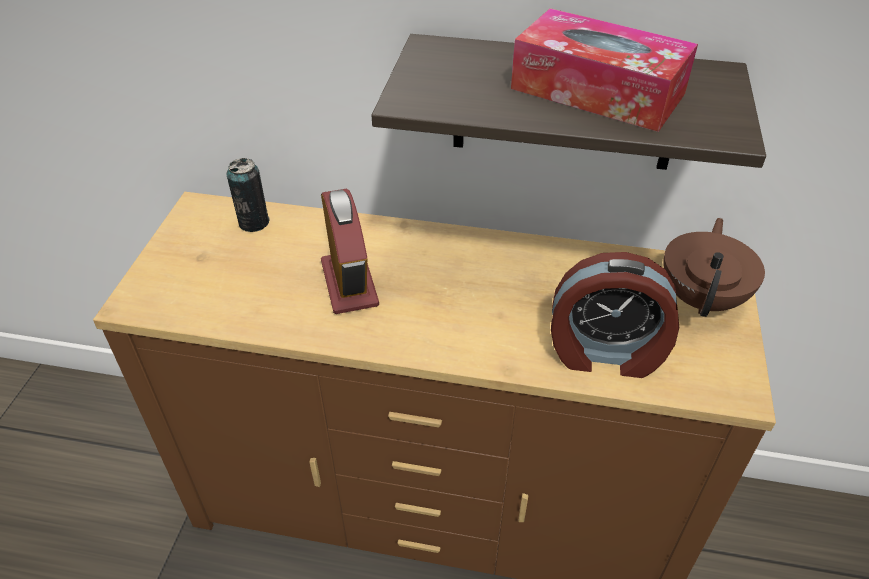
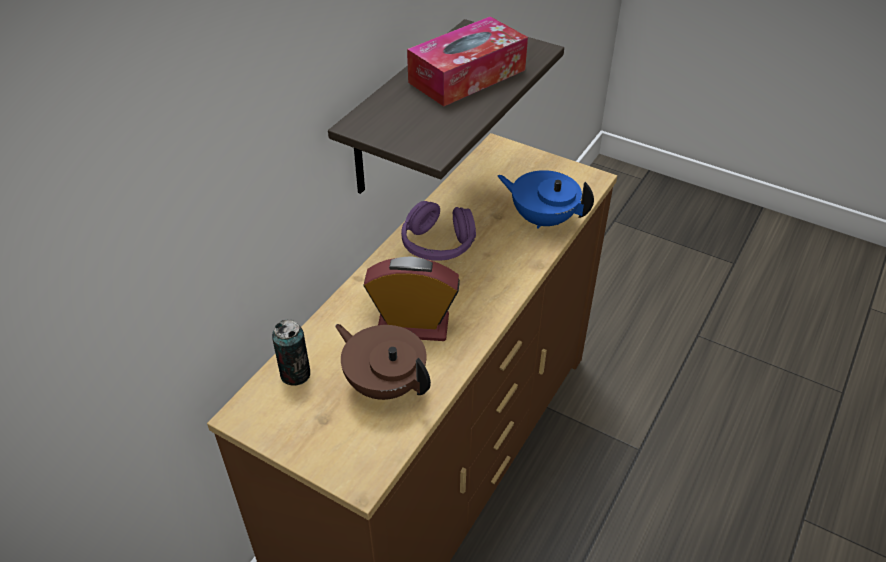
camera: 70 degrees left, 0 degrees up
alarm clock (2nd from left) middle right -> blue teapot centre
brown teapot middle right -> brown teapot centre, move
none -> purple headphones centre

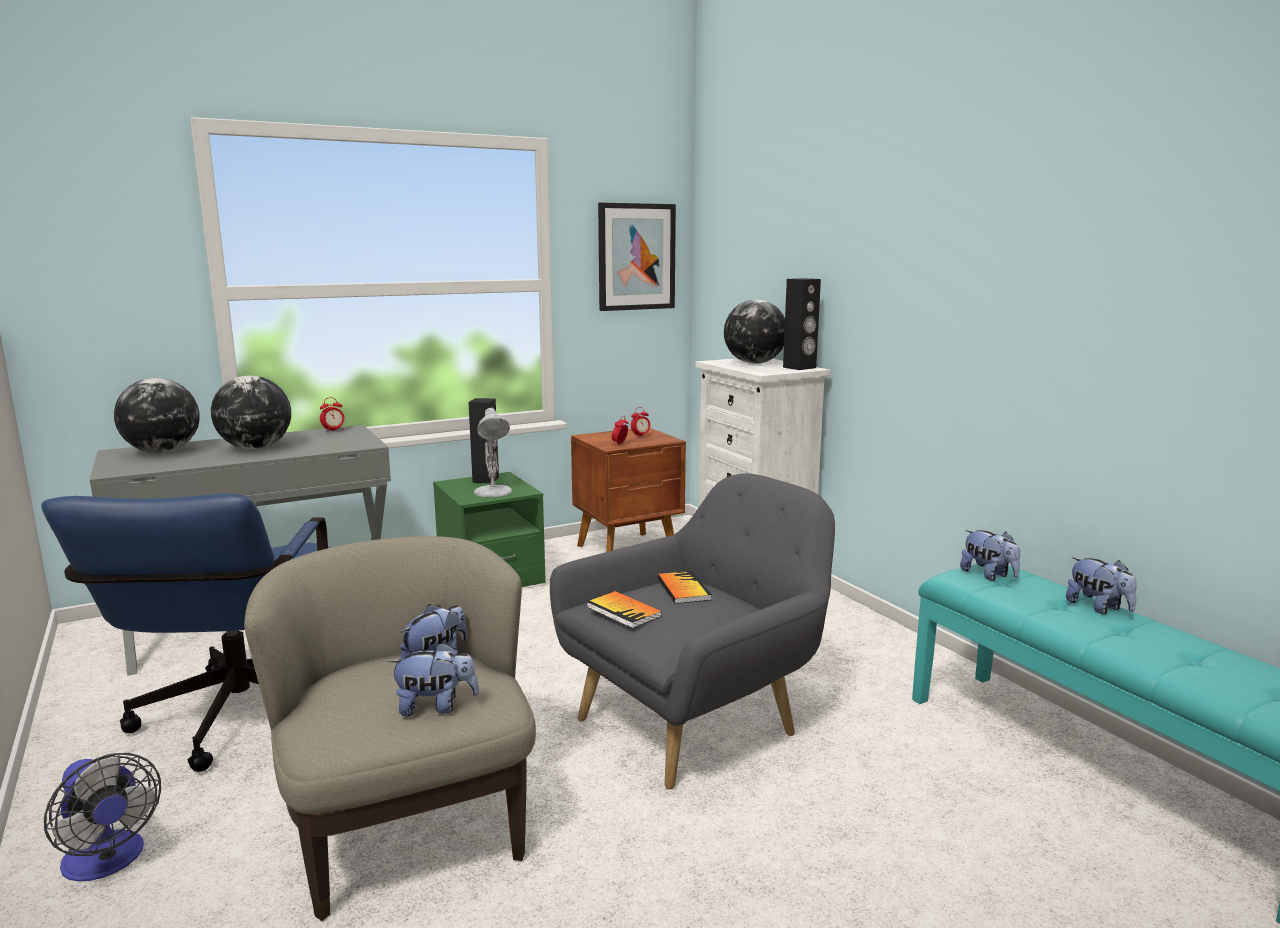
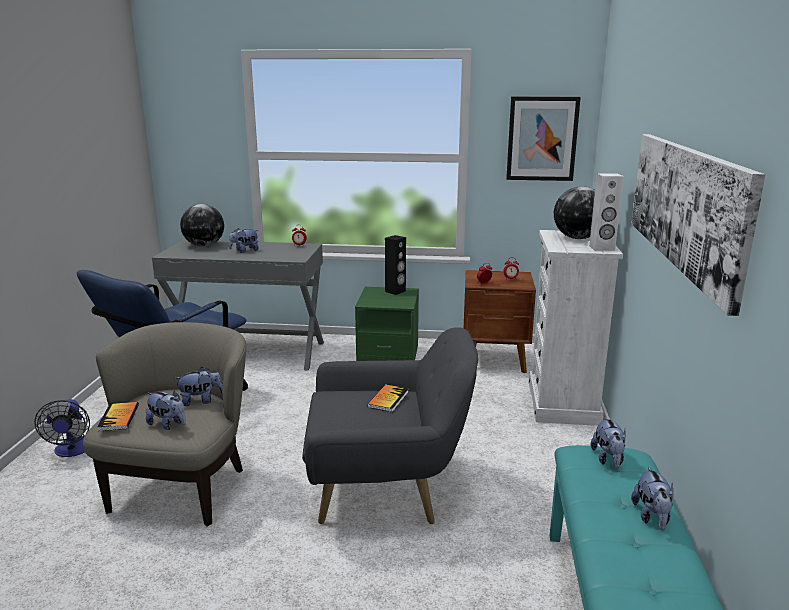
camera: 35 degrees right, 5 degrees up
globe (2nd from left) middle left -> plush toy (3rd from left) middle left
white table lamp centre -> none
book (1st from left) centre -> book (1st from left) bottom left, move
black speaker (2nd from left) centre -> white speaker middle right
none -> picture (2nd from left) middle right

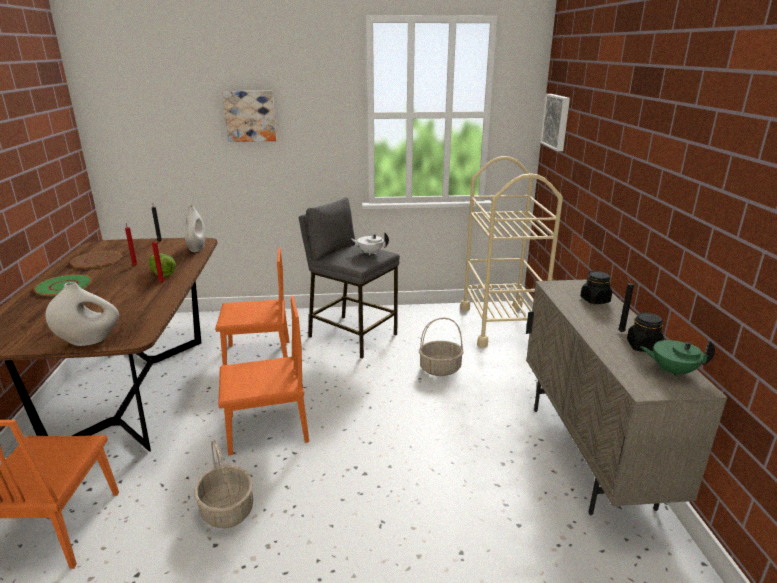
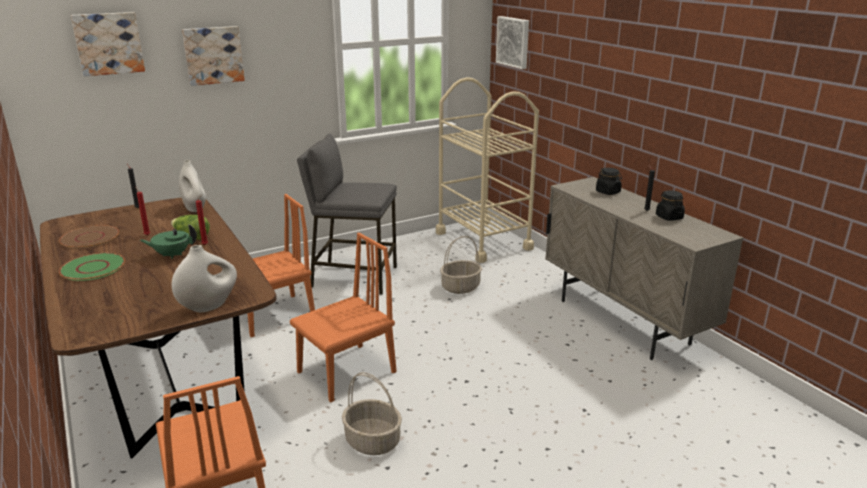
camera: 25 degrees left, 0 degrees up
white teapot centre -> none
green teapot middle right -> green teapot middle left, move
none -> picture (1st from left) top left

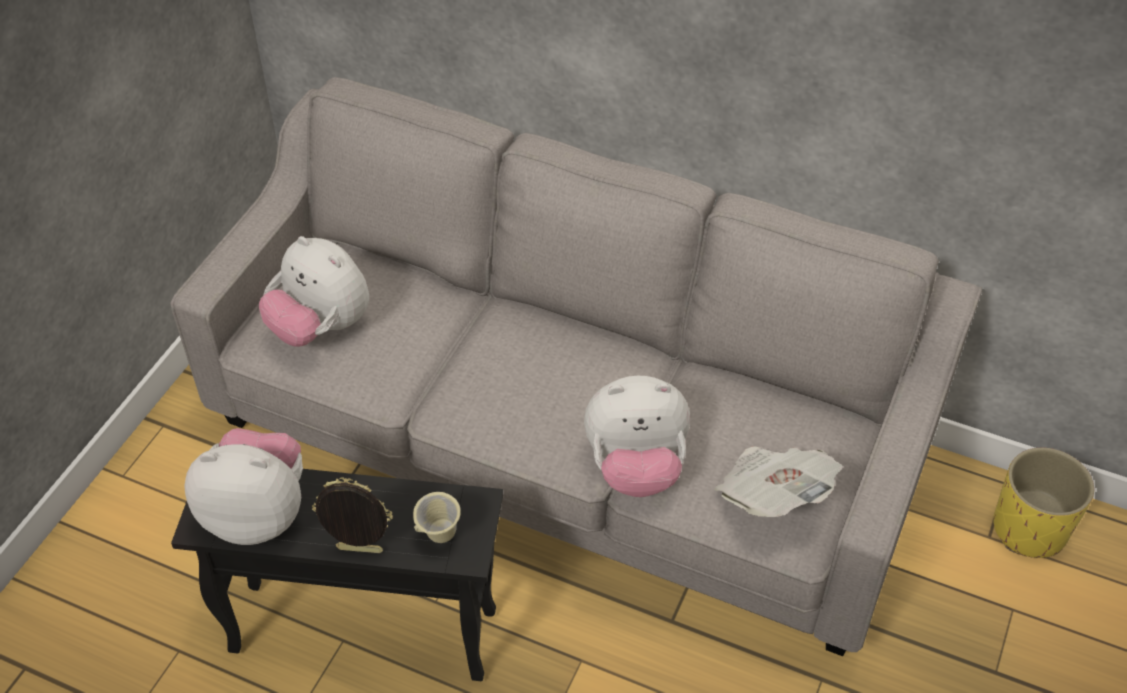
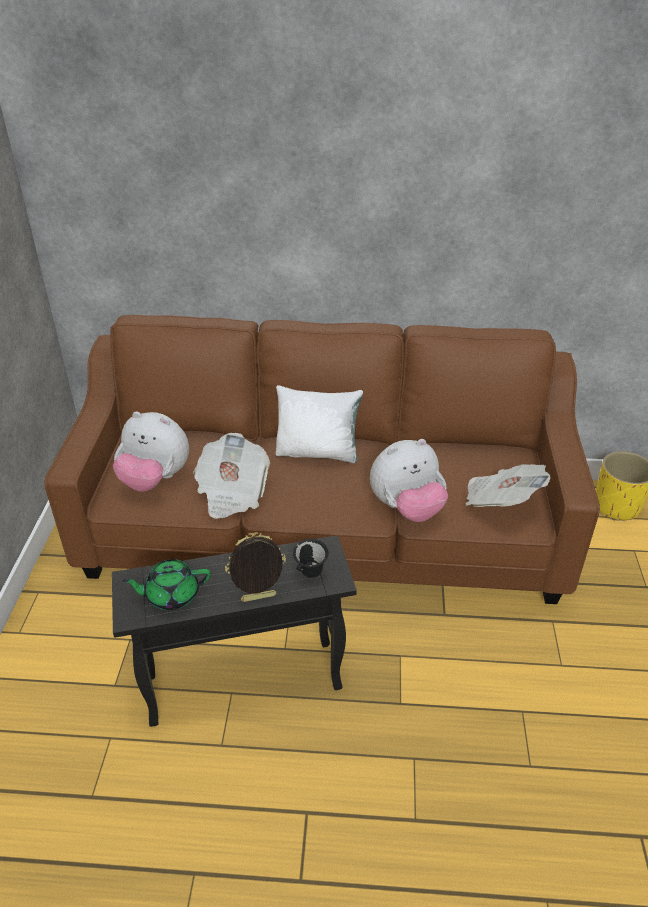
camera: 20 degrees left, 10 degrees down
grey sofa centre -> brown sofa centre
plush toy (1st from left) bottom left -> green teapot middle left
beige mug bottom centre -> black mug centre
none -> newspaper (1st from left) centre
none -> white pillow centre

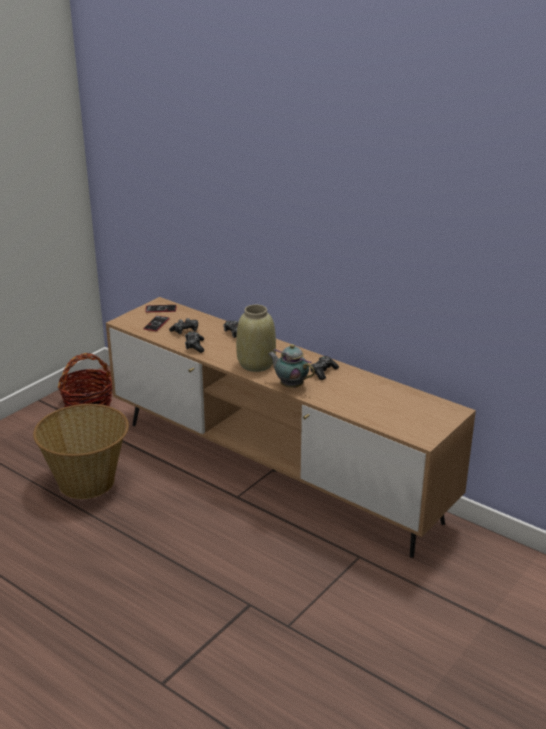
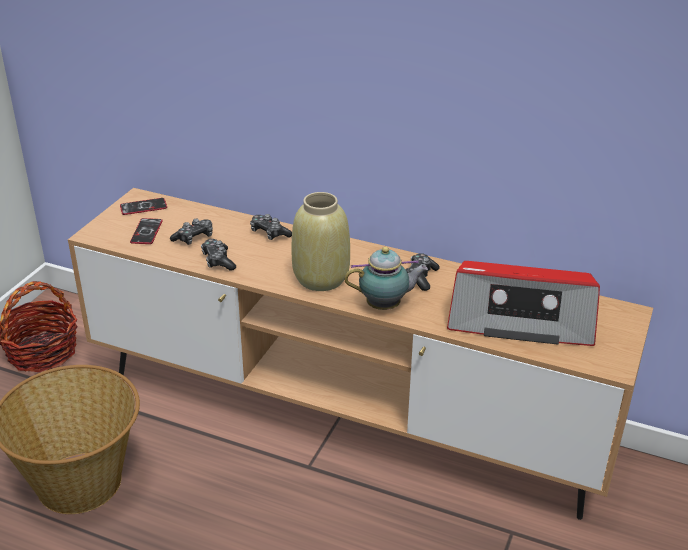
camera: 15 degrees left, 5 degrees up
teapot centre, 150 degrees clockwise
none -> radio middle right

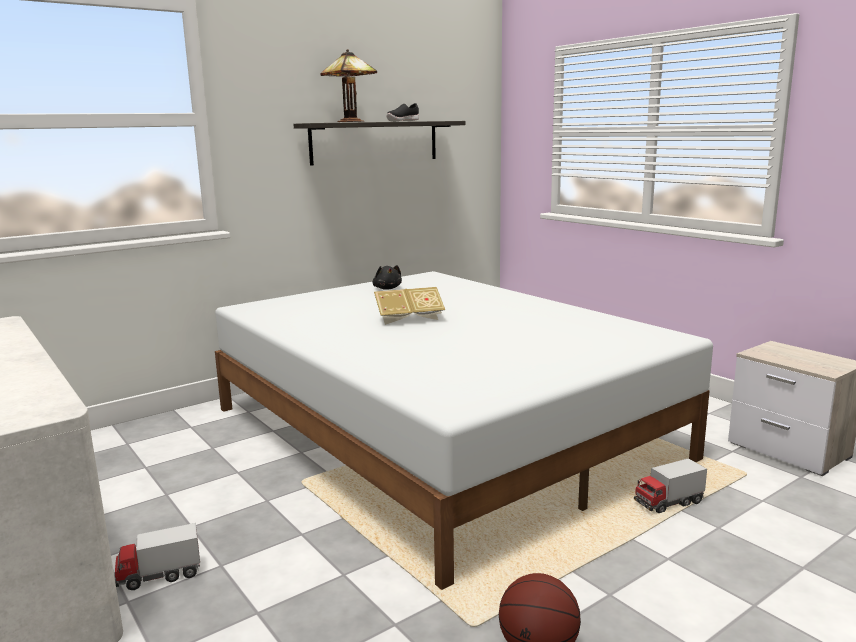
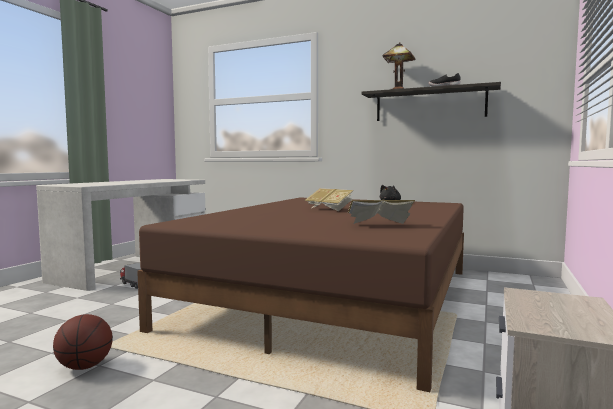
camera: 60 degrees right, 10 degrees down
white bed bottom centre -> brown bed bottom centre
toy truck (2nd from left) bottom right -> none
none -> book (2nd from left) centre

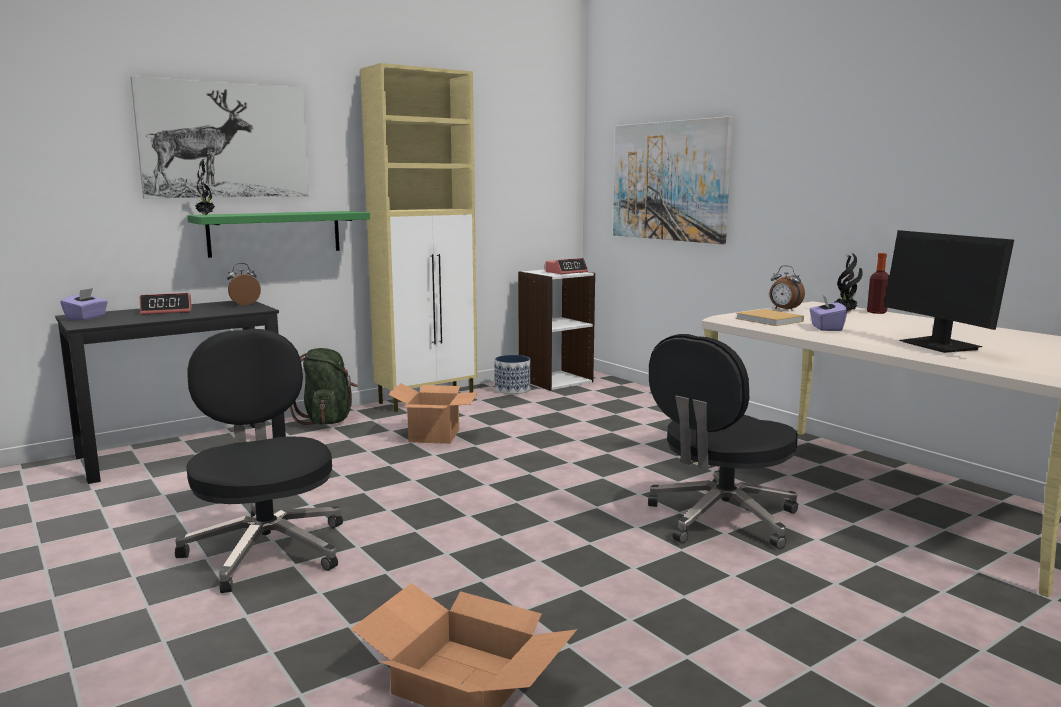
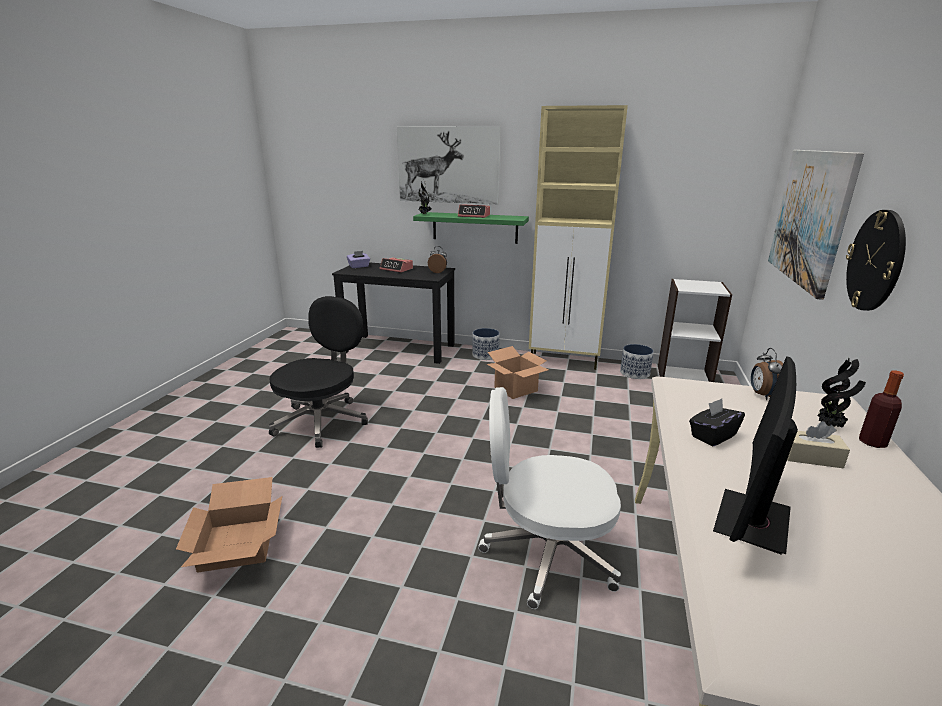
camera: 50 degrees right, 10 degrees up
green backpack middle left -> planter (1st from left) centre
alarm clock (3rd from left) centre -> alarm clock (3rd from left) top centre, move
black office chair (2nd from left) middle right -> white office chair bottom centre
beige book middle right -> none
purple tissue box (2nd from left) middle right -> black tissue box middle right
none -> beige tissue box middle right
none -> wall clock middle right

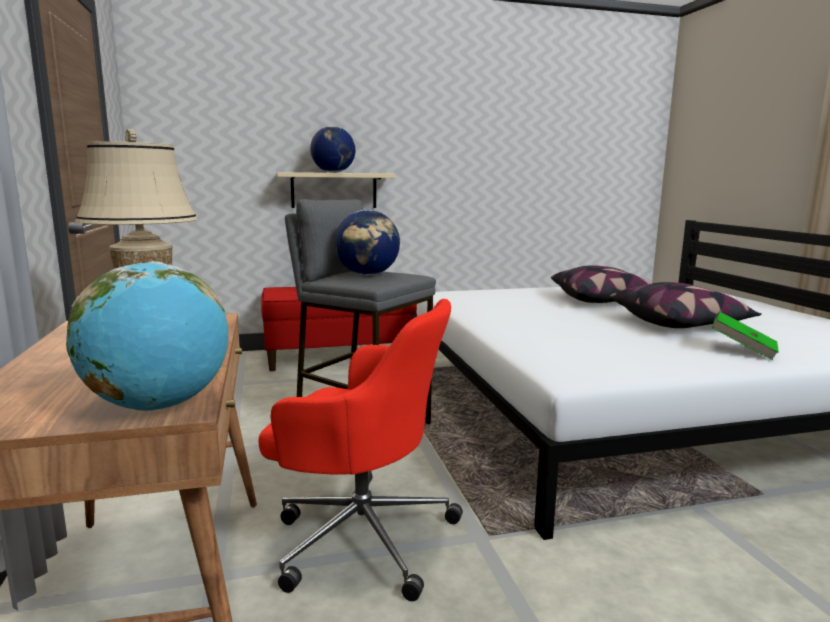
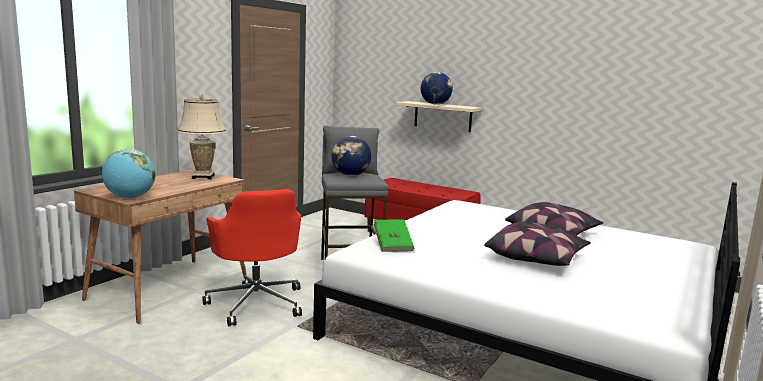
camera: 45 degrees right, 0 degrees up
green book middle right -> green book centre, move

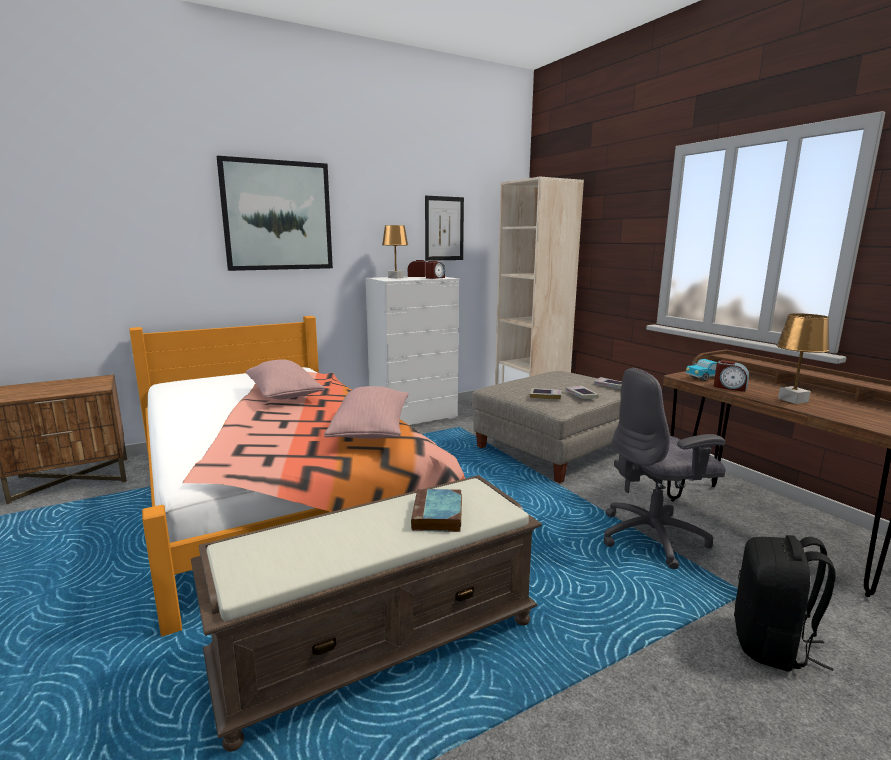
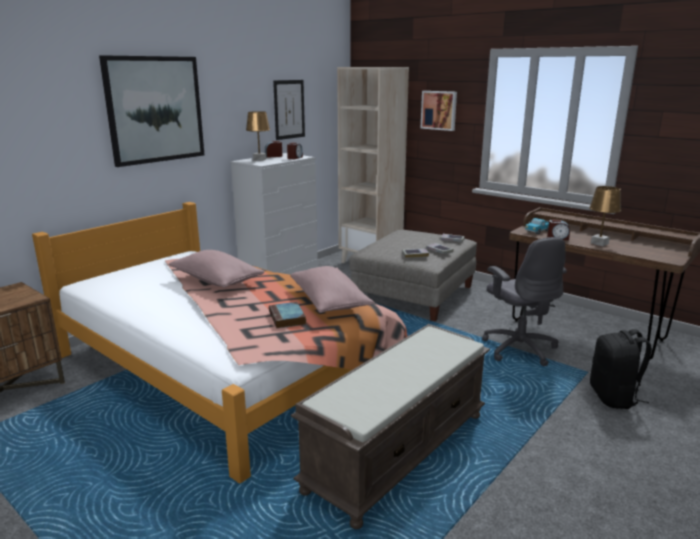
camera: 20 degrees left, 5 degrees up
book (1st from left) bottom centre -> book (1st from left) centre, move
grey office chair middle right, 75 degrees counterclockwise
none -> picture (3rd from left) top centre

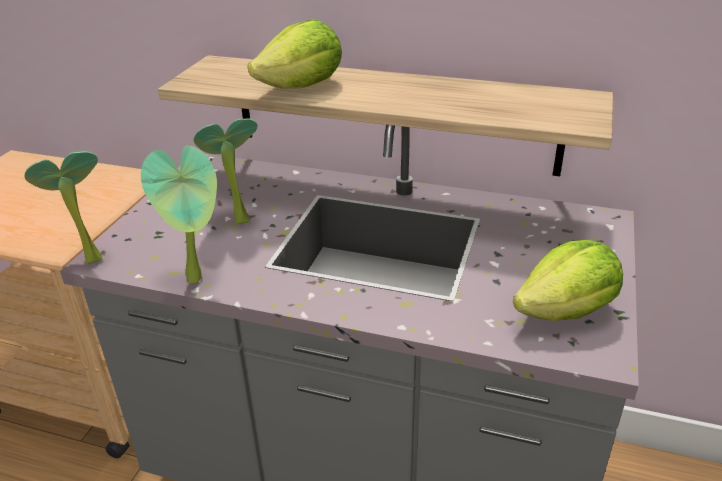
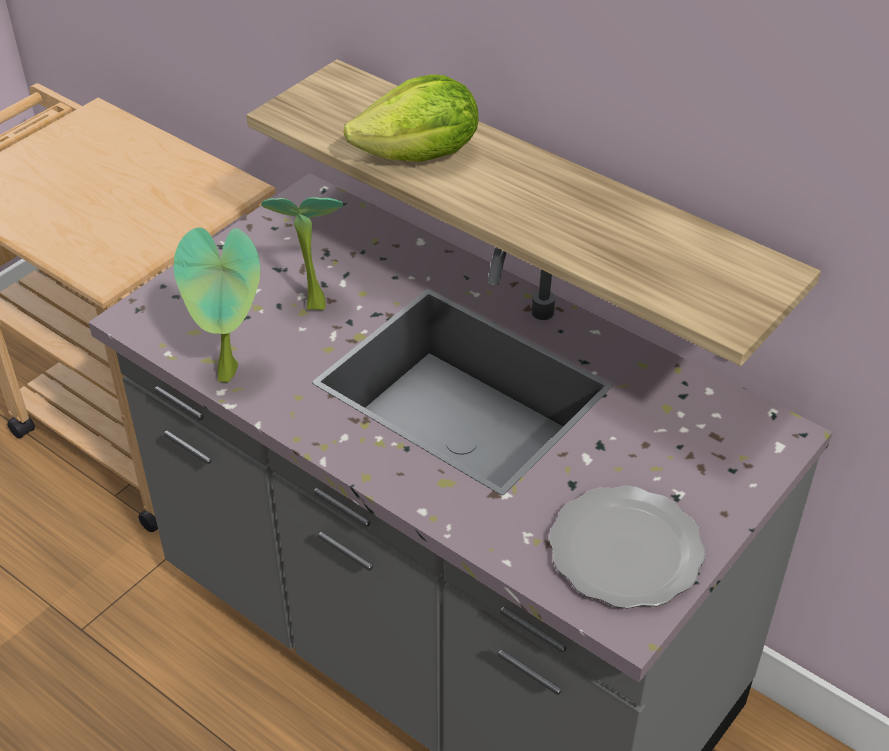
camera: 20 degrees right, 10 degrees up
potted plant (1st from left) middle left -> none
lettuce (2nd from left) middle right -> plate bottom right

